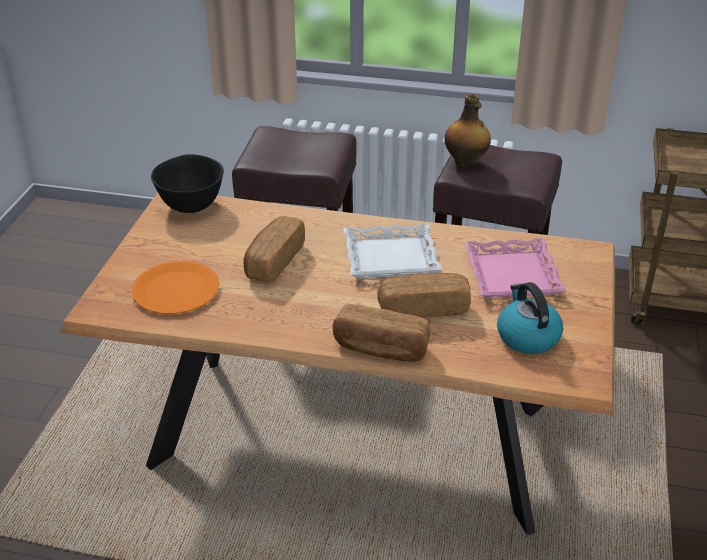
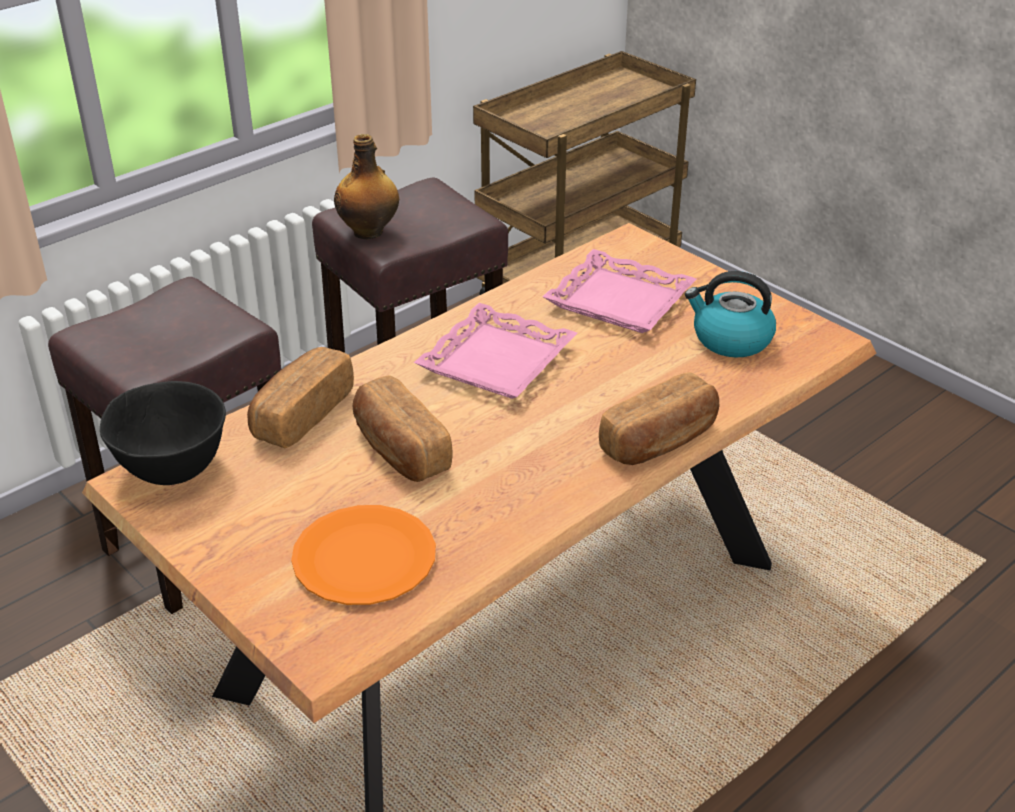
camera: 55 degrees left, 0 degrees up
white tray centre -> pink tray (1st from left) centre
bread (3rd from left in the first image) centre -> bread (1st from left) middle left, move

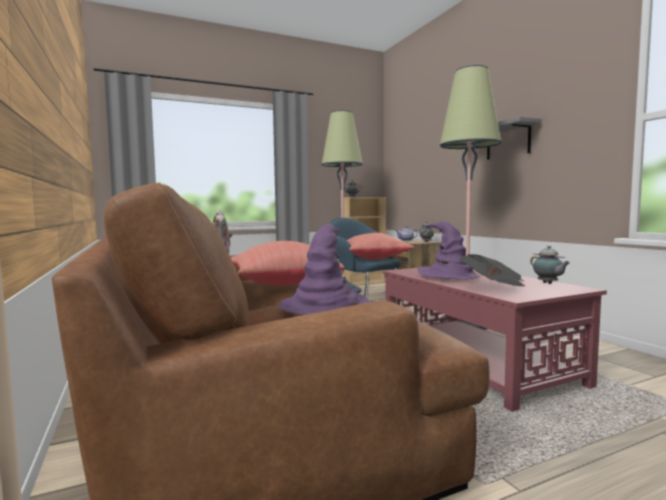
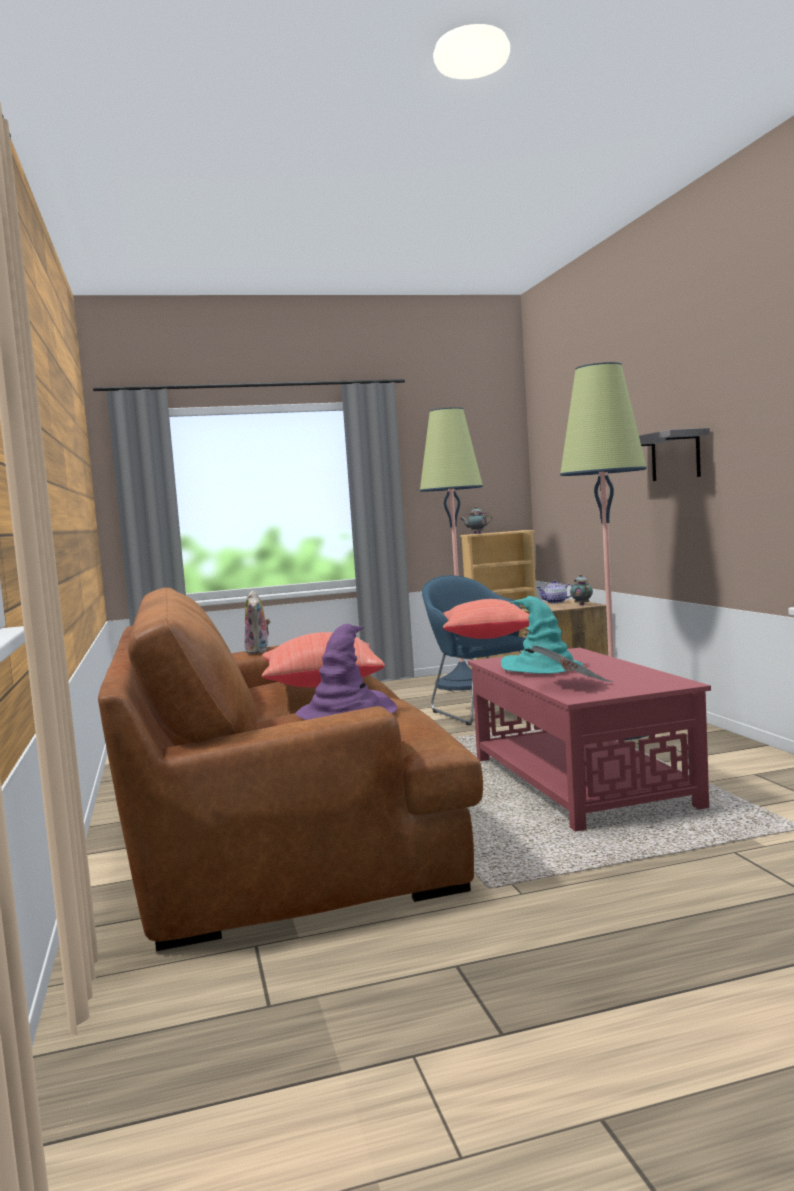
camera: 10 degrees right, 0 degrees up
purple hat (2nd from left) middle right -> turquoise hat middle right
teapot (4th from left) middle right -> none

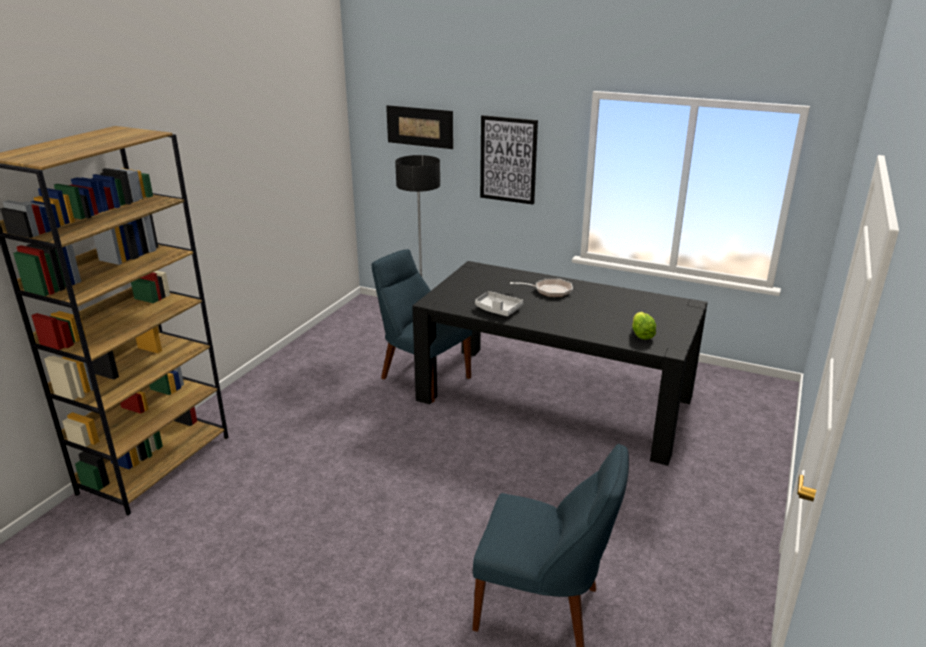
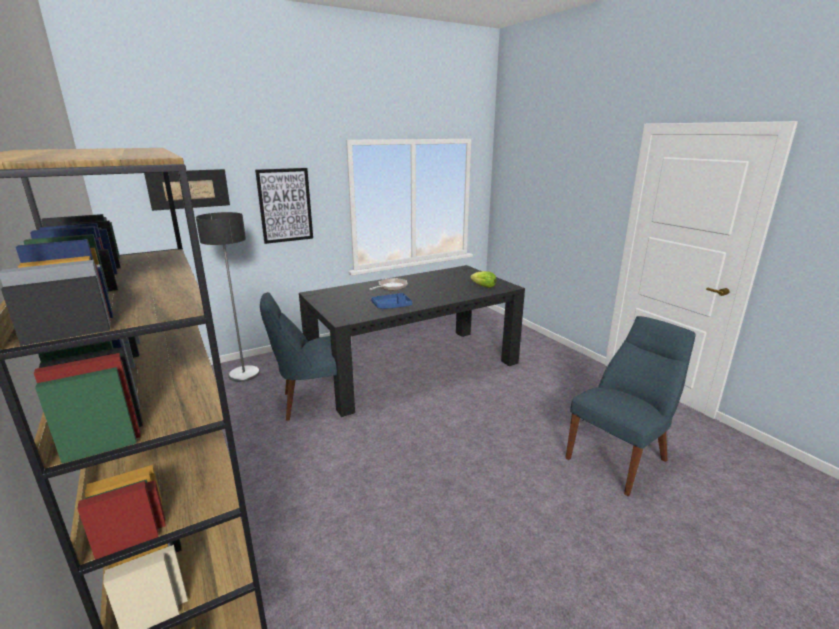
camera: 55 degrees left, 5 degrees down
grey tray centre -> blue tray centre

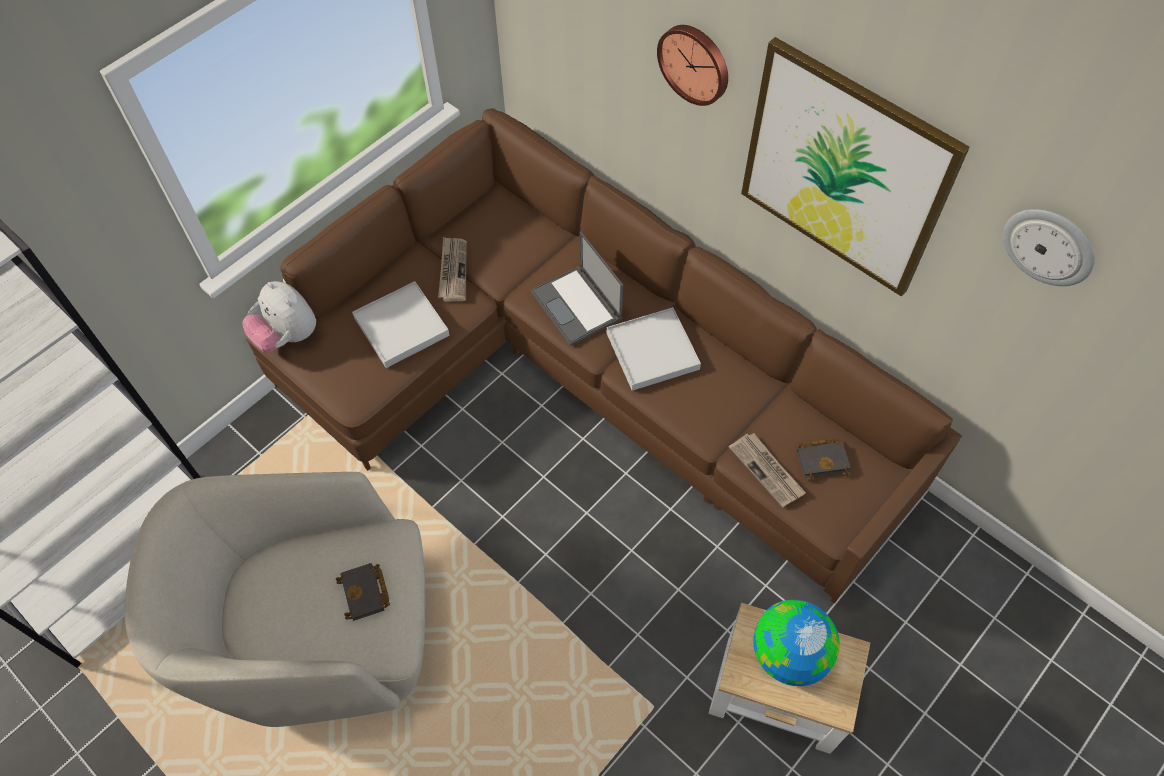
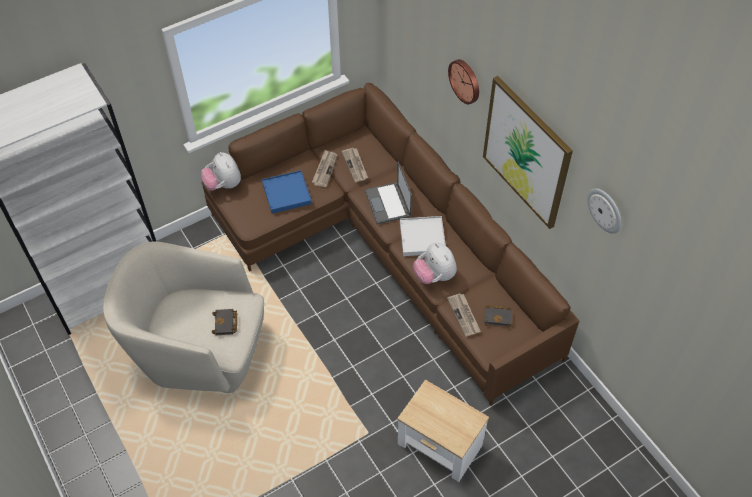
camera: 15 degrees right, 5 degrees down
white tray (1st from left) centre -> blue tray centre
globe bottom right -> none
none -> newspaper (2nd from left) top centre
none -> plush toy (2nd from left) centre

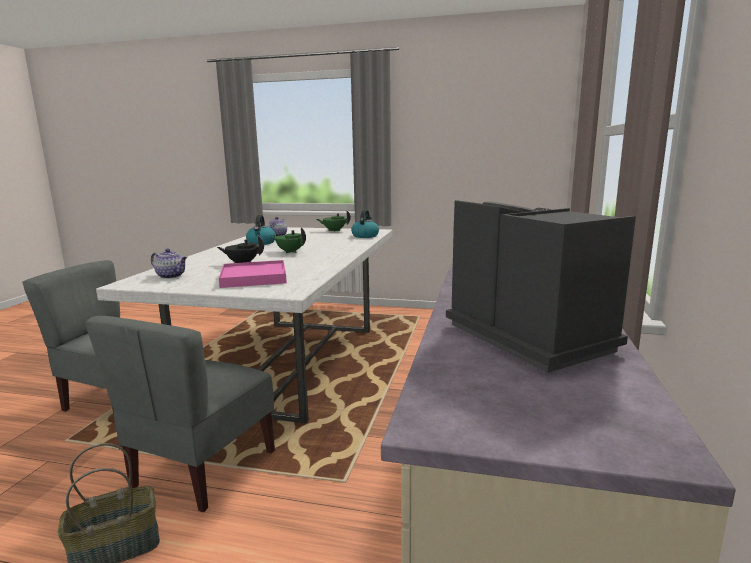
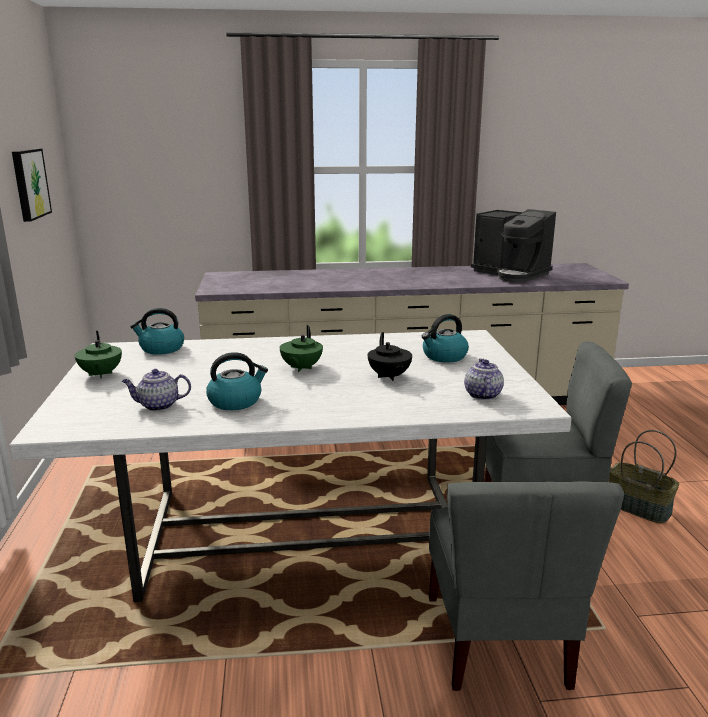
camera: 110 degrees left, 5 degrees up
pink tray centre -> kettle (3rd from left) centre
coffee machine middle right, 90 degrees counterclockwise
none -> picture top left

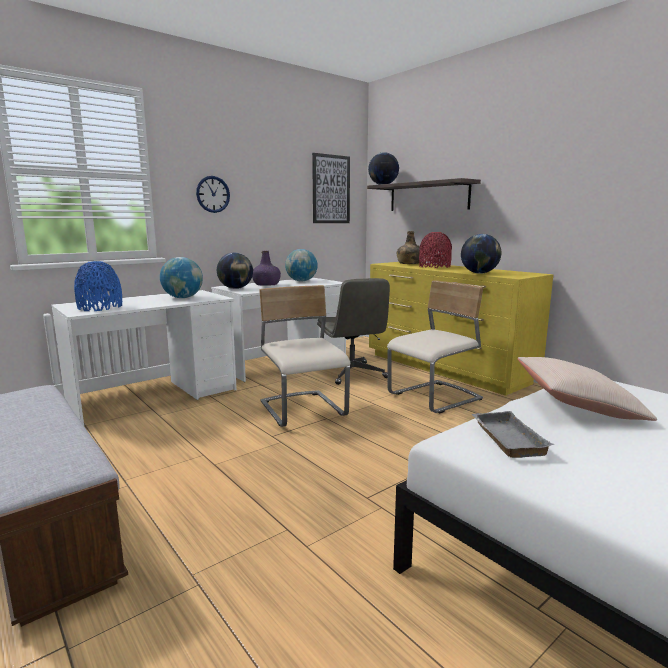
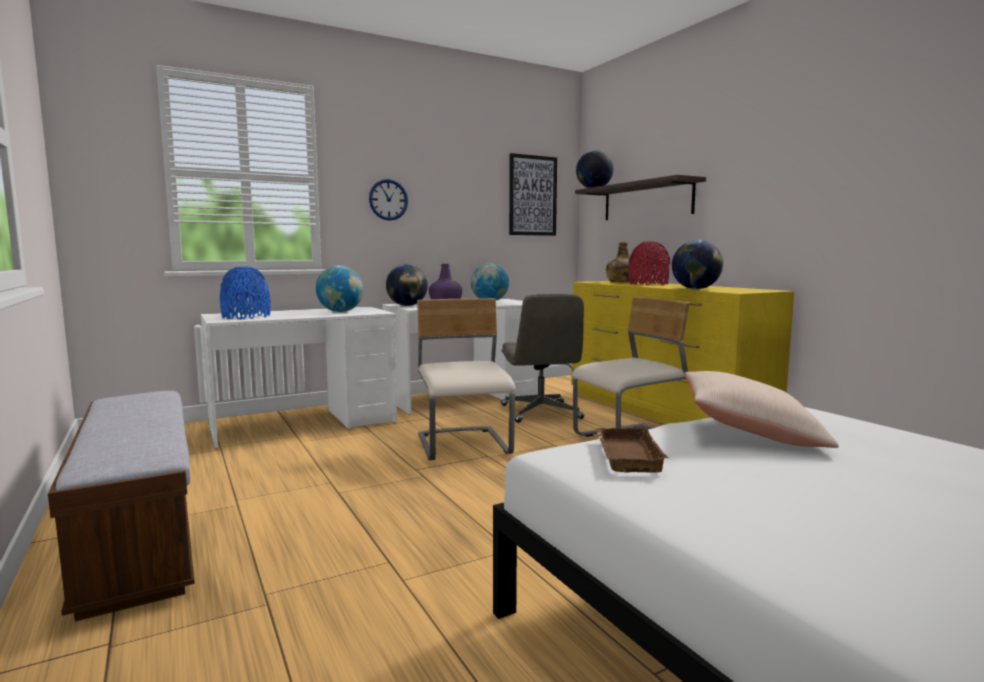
camera: 10 degrees right, 5 degrees down
grey tray middle right -> brown tray centre

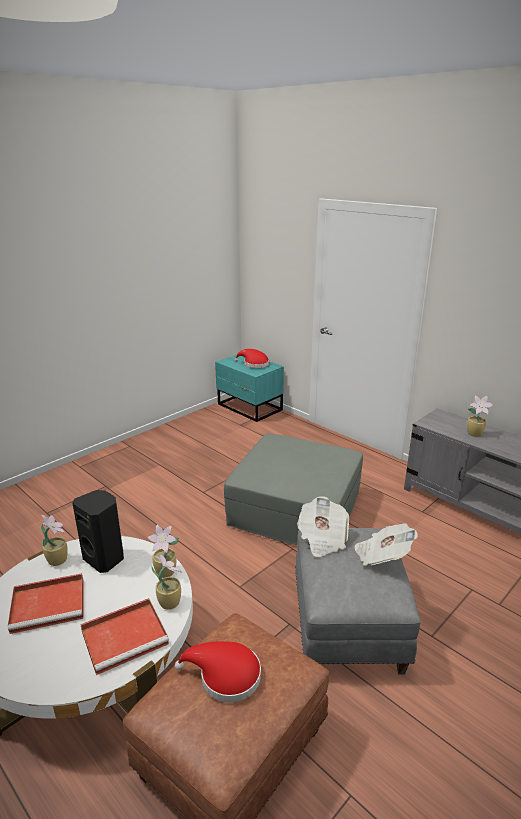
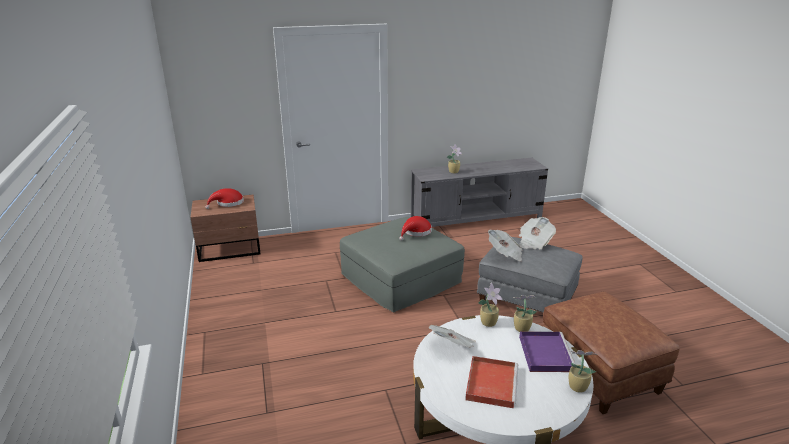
camera: 60 degrees left, 0 degrees up
potted plant (1st from left in the first image) middle left -> potted plant (4th from left) bottom right, move
black speaker middle left -> newspaper (1st from left) bottom centre
red tray (2nd from left) bottom left -> purple tray bottom right
red hat (1st from left in the first image) bottom centre -> red hat (2nd from left) centre, move
turquoise nightstand centre -> brown nightstand middle left

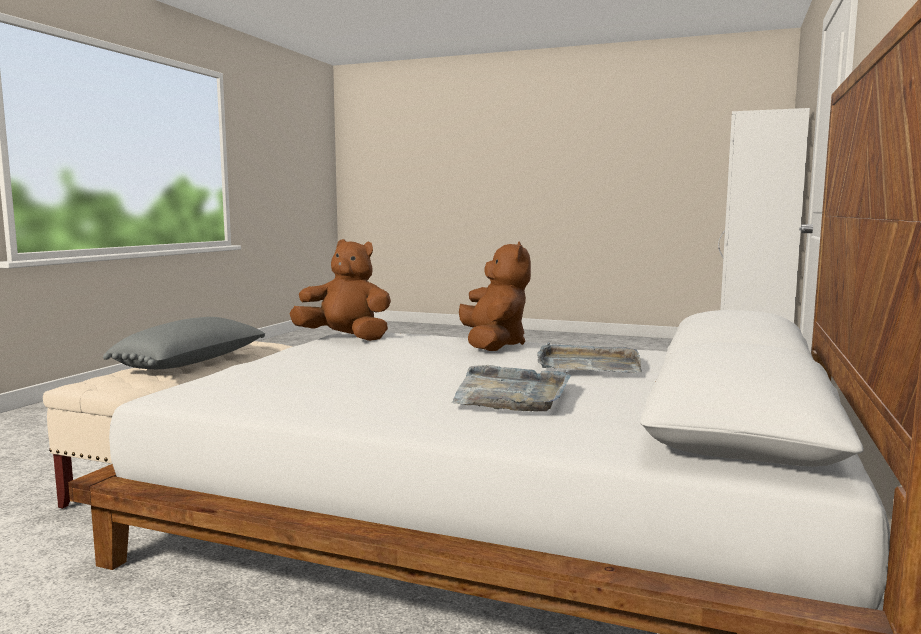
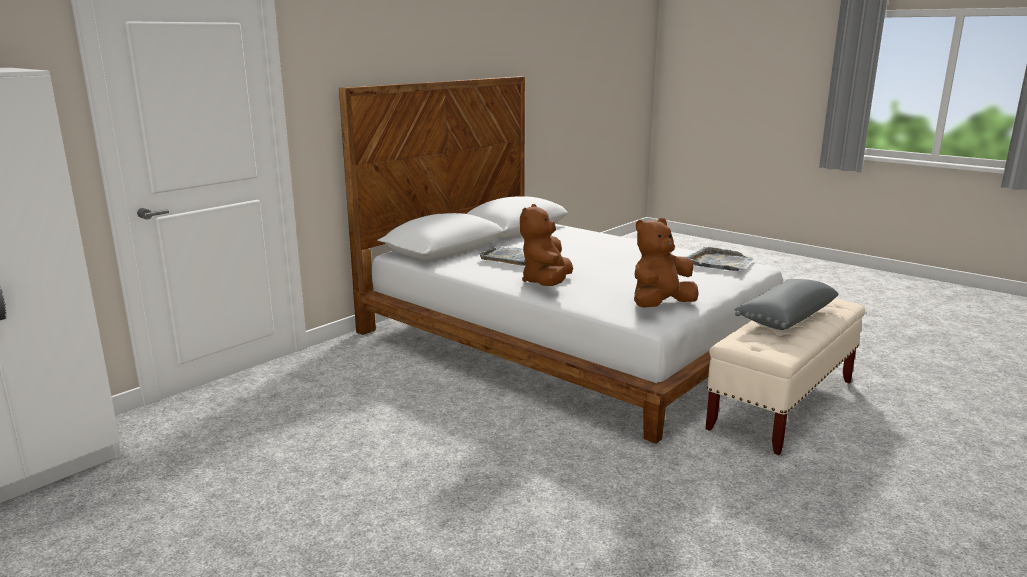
camera: 160 degrees left, 10 degrees up
brown plush toy (1st from left in the first image) centre -> brown plush toy (2nd from left) centre, 105 degrees clockwise
grey tray (1st from left in the first image) centre -> grey tray (2nd from left) middle right, move

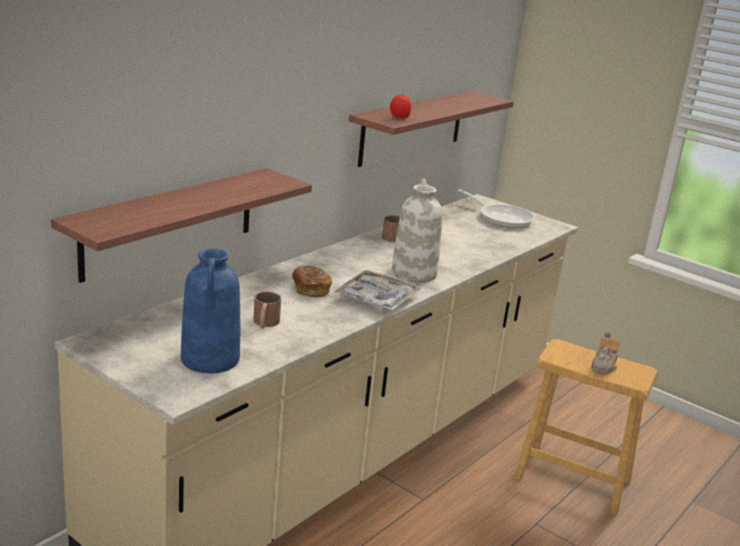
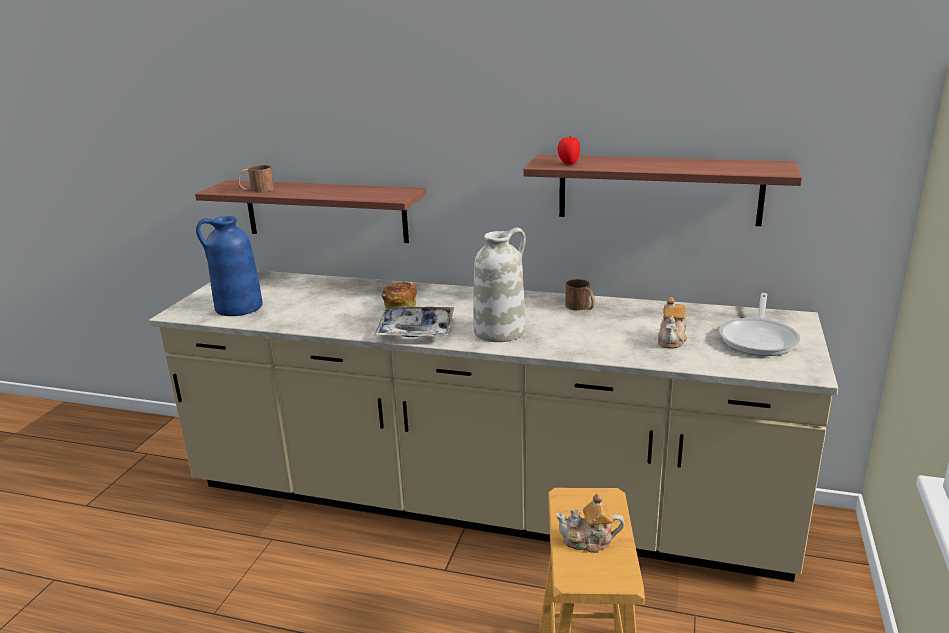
camera: 70 degrees right, 0 degrees up
brown mug (1st from left) centre -> brown mug (1st from left) top left, move
none -> teapot (2nd from left) middle right

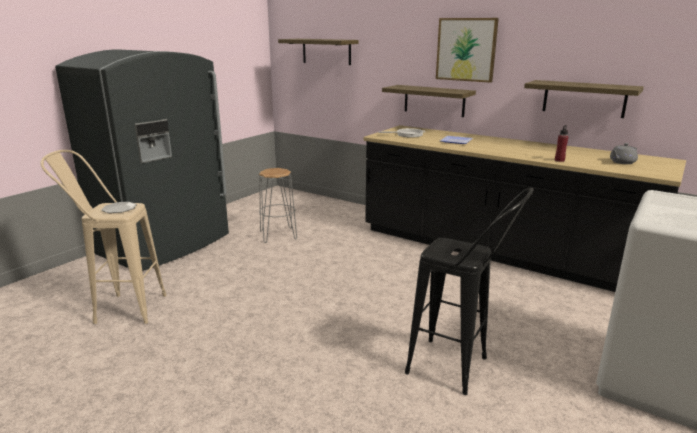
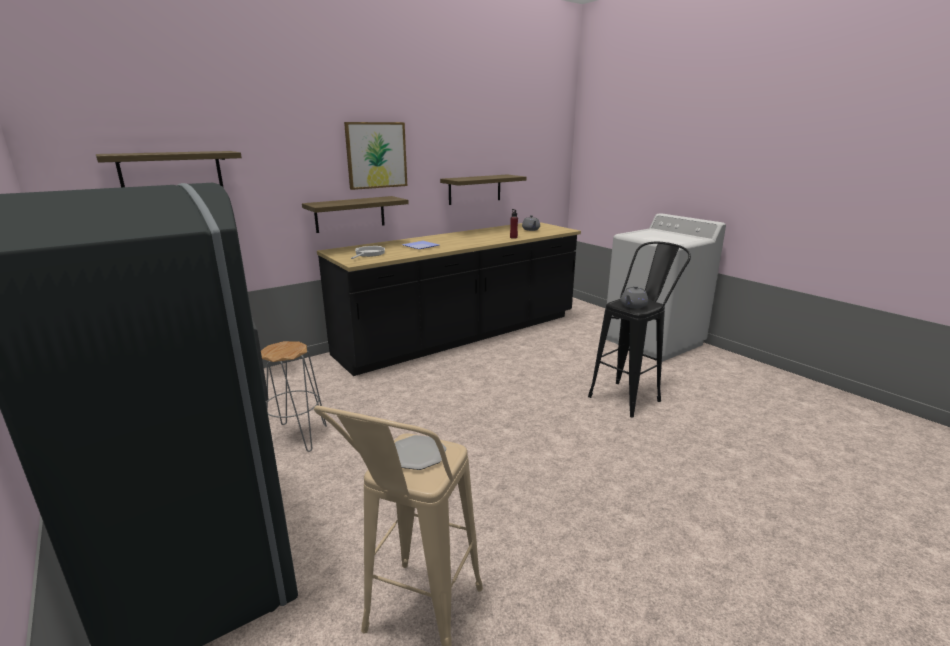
camera: 70 degrees left, 0 degrees up
none -> grey teapot (2nd from left) middle right

